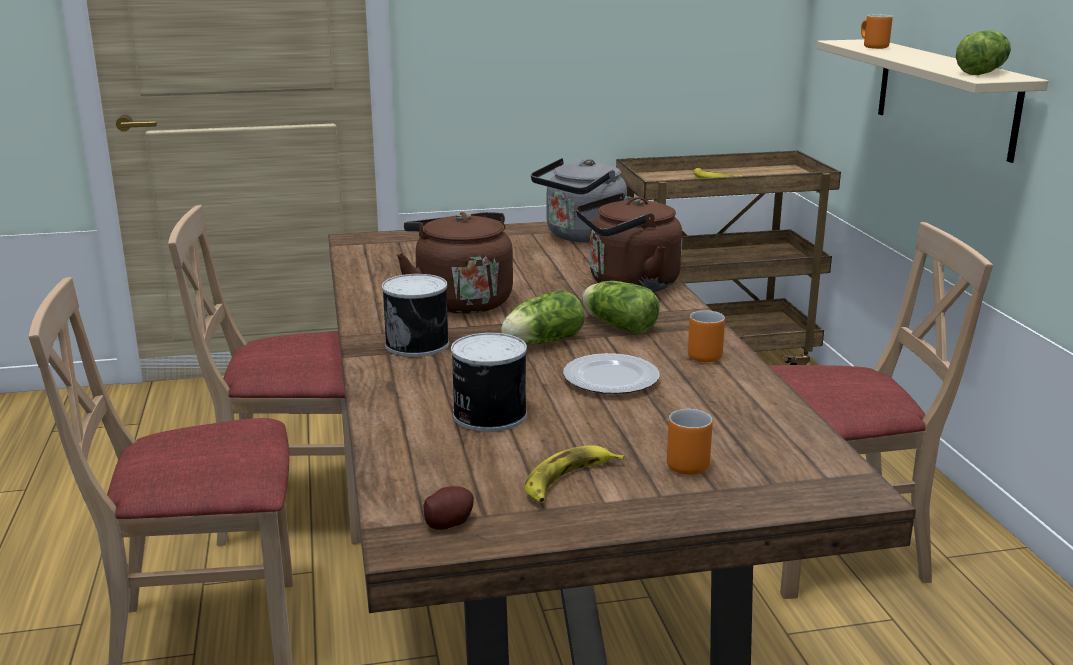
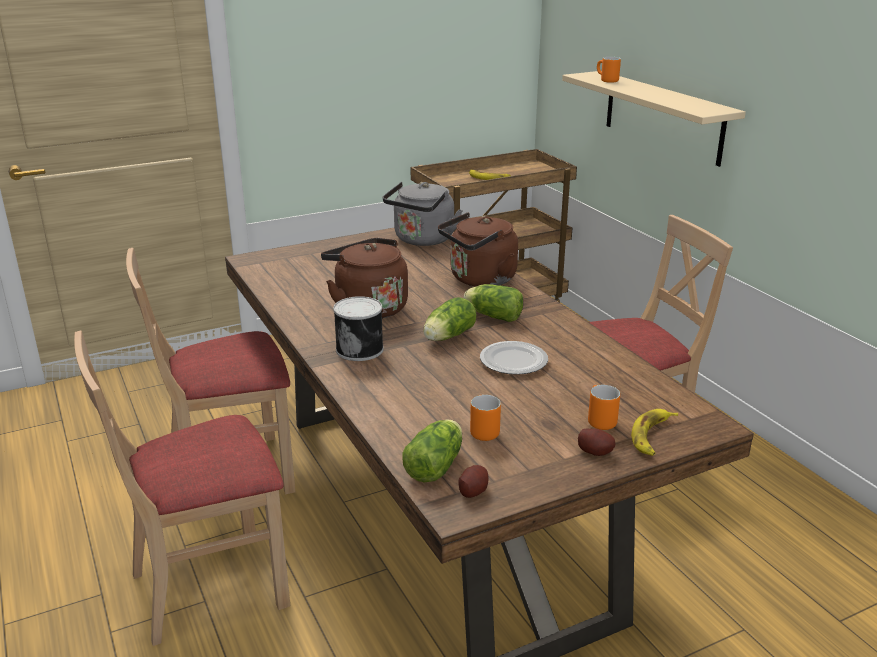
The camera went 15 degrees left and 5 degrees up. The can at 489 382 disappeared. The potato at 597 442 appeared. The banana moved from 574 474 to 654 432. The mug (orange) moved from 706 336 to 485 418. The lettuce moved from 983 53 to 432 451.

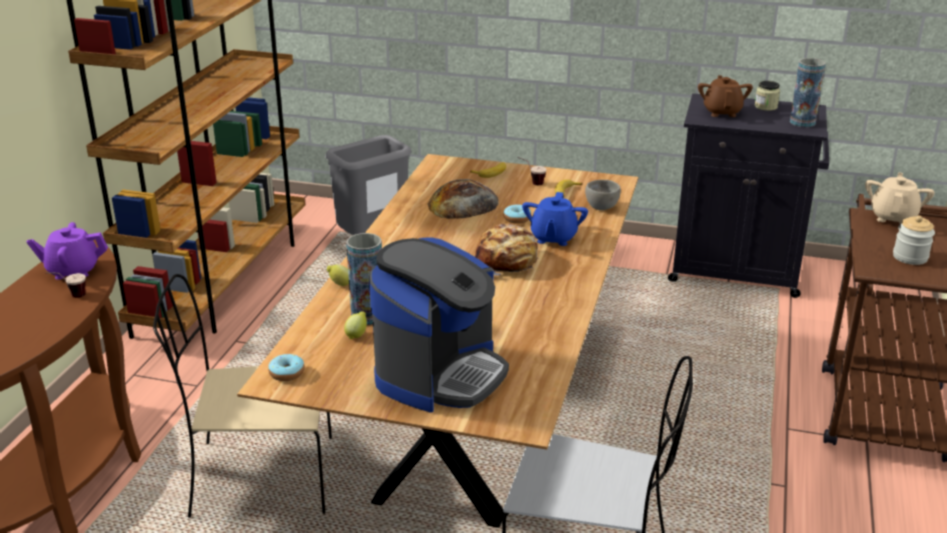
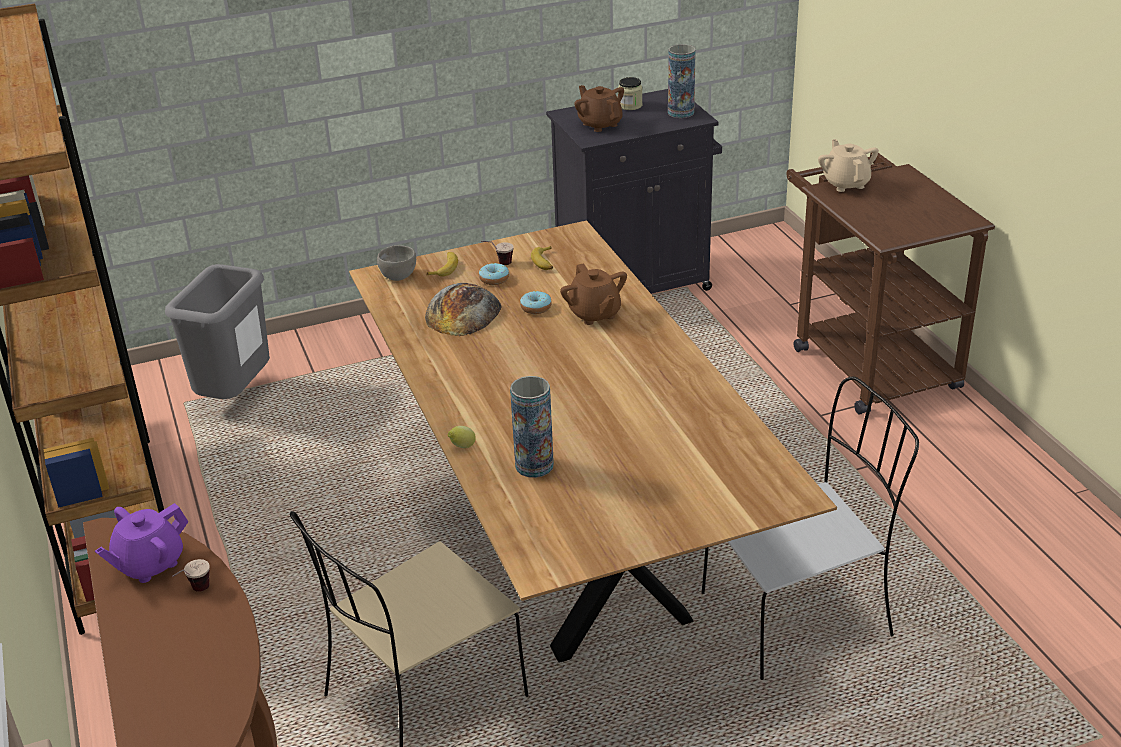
The camera went 35 degrees left and 5 degrees up. The lemon at 355 325 disappeared. The coffee machine at 439 325 disappeared. The bread at 506 250 disappeared. The jar at 914 240 disappeared. The donut moved from 286 367 to 494 274. The bowl (grey) moved from 603 195 to 396 263. The teapot (blue) at 555 219 became the teapot (brown) at 593 294.

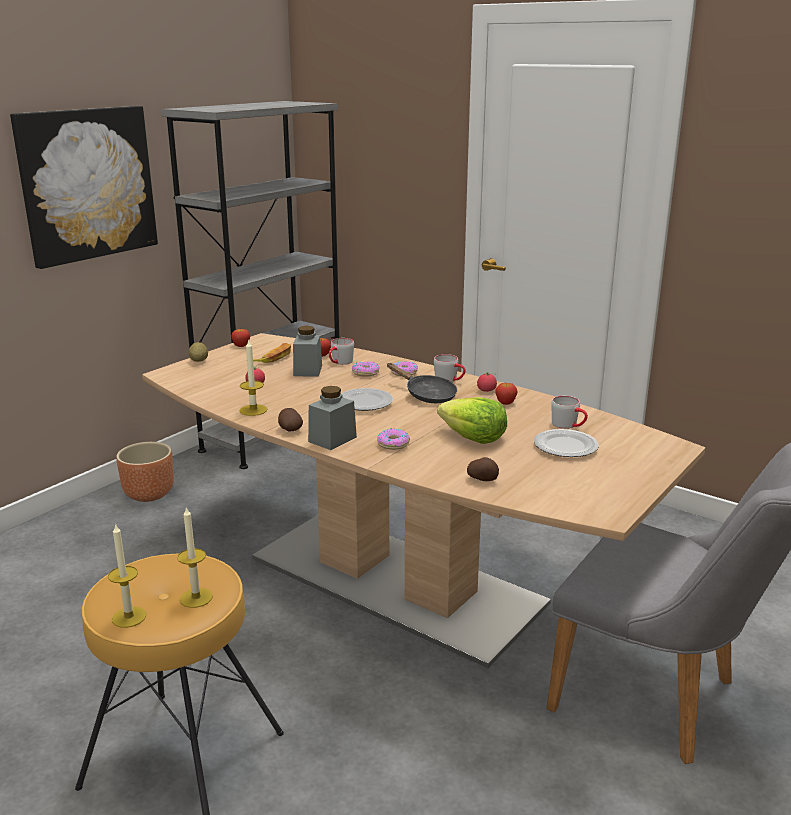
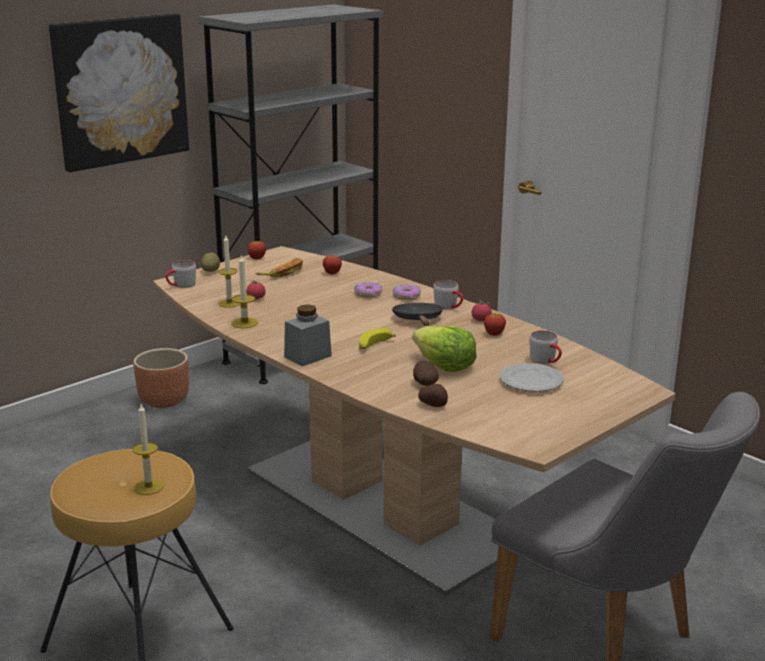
The camera went 10 degrees right and 0 degrees up. The jar (grey) at 307 351 disappeared. The plate at 367 399 disappeared. The donut at 393 439 disappeared. The banana at 377 338 appeared. The candle moved from 127 575 to 229 271. The potato moved from 290 420 to 426 373. The mug (grey) moved from 341 351 to 180 274. The frying pan (black) at 422 383 turned 150 degrees counterclockwise.

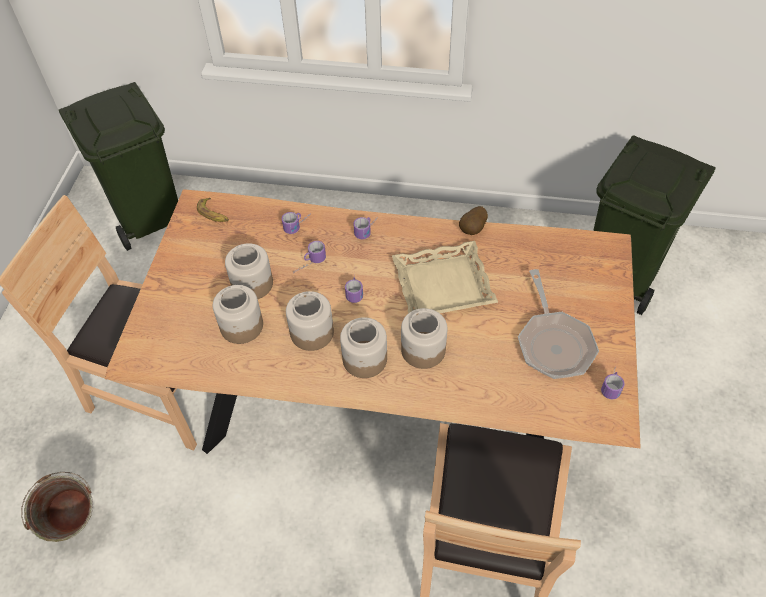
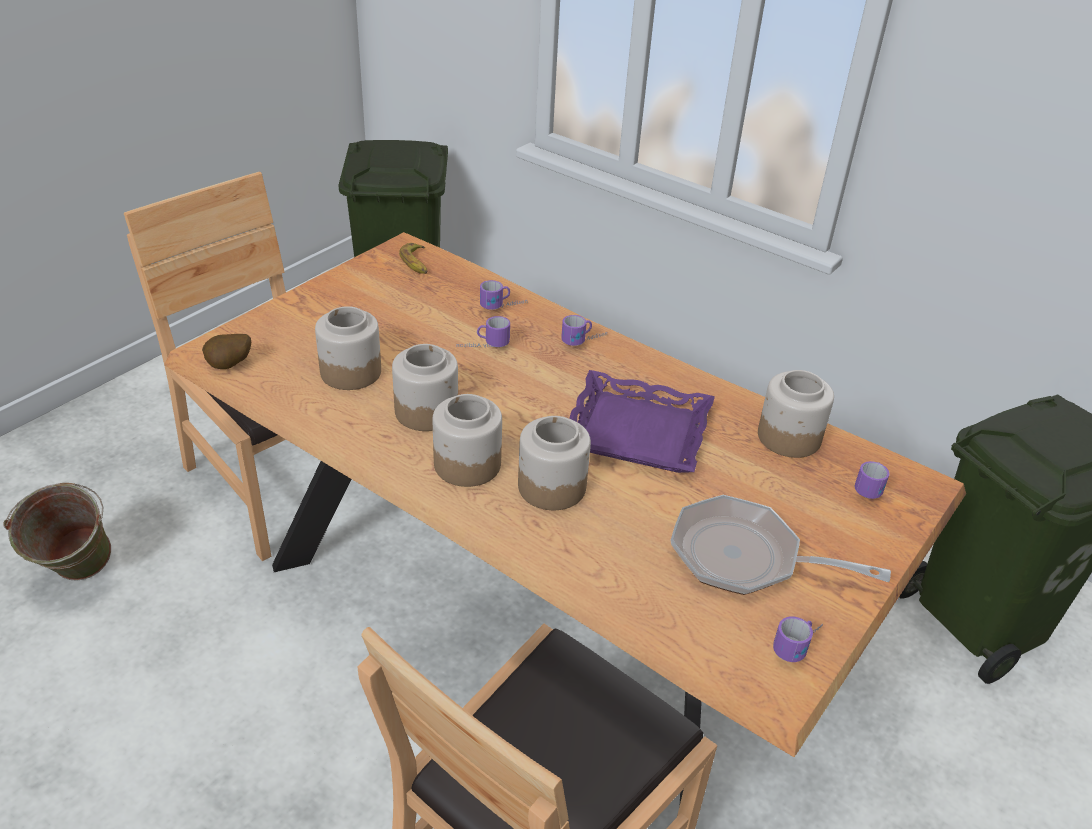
The camera went 25 degrees right and 15 degrees down. The jar moved from 249 271 to 796 414. The mug moved from 354 288 to 872 480. The potato moved from 473 220 to 226 351. The tray (beige) at 445 277 became the tray (purple) at 642 421. The frying pan at 558 324 turned 90 degrees clockwise.

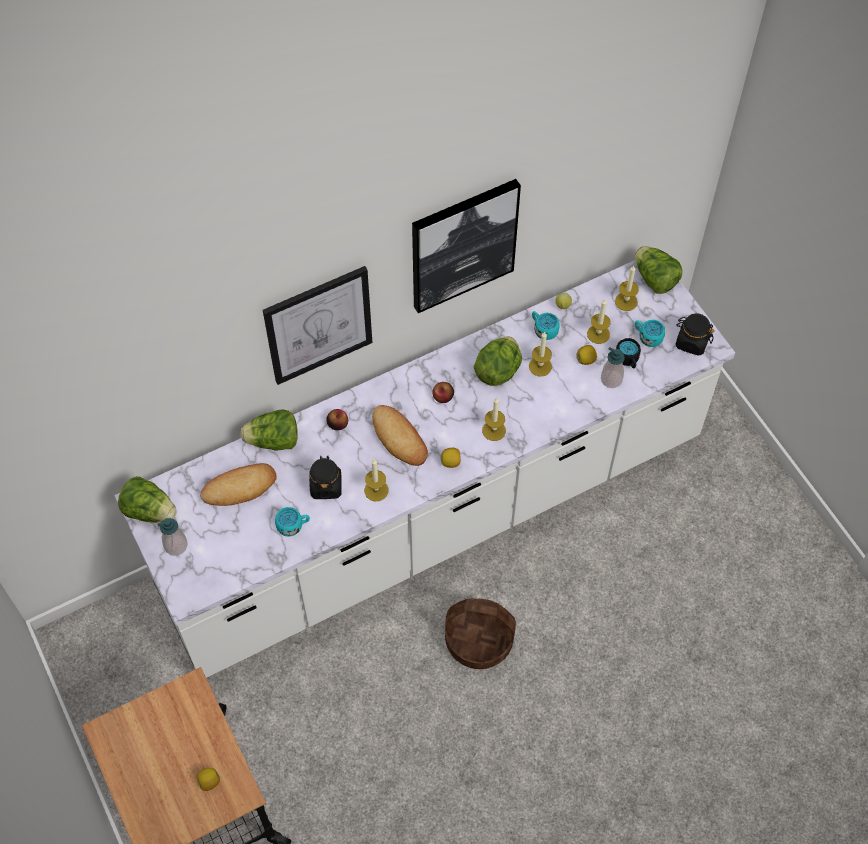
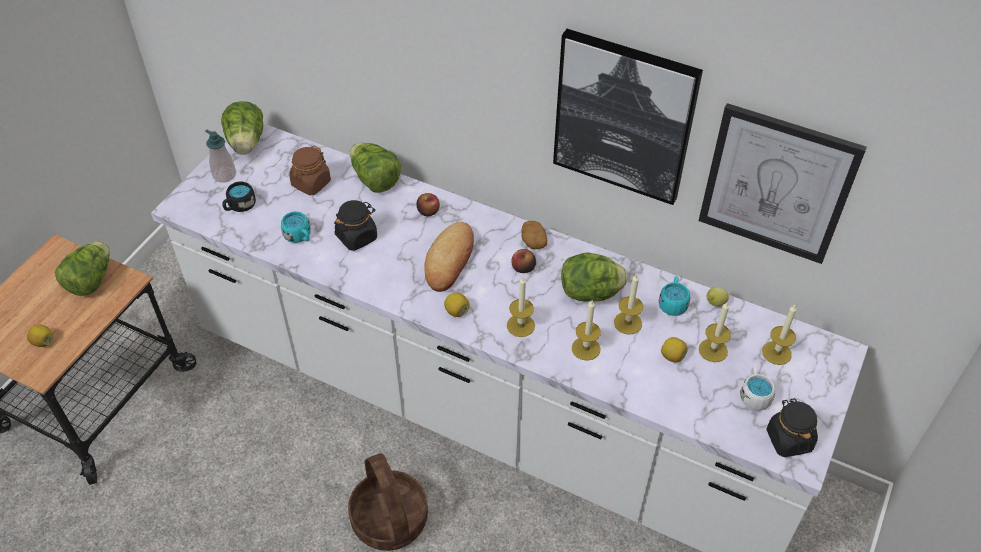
The camera went 55 degrees right and 10 degrees down. The soap dispenser at 613 367 disappeared. The potato at 534 235 appeared. The picture moved from 317 325 to 783 183. The candle moved from 376 480 to 586 331. The mug (black) moved from 628 353 to 239 196. The lettuce moved from 658 270 to 82 268. The bread at 238 484 was replaced by the jar (brown) at 310 170. The mug (turquoise) at 650 333 became the mug (white) at 758 389.

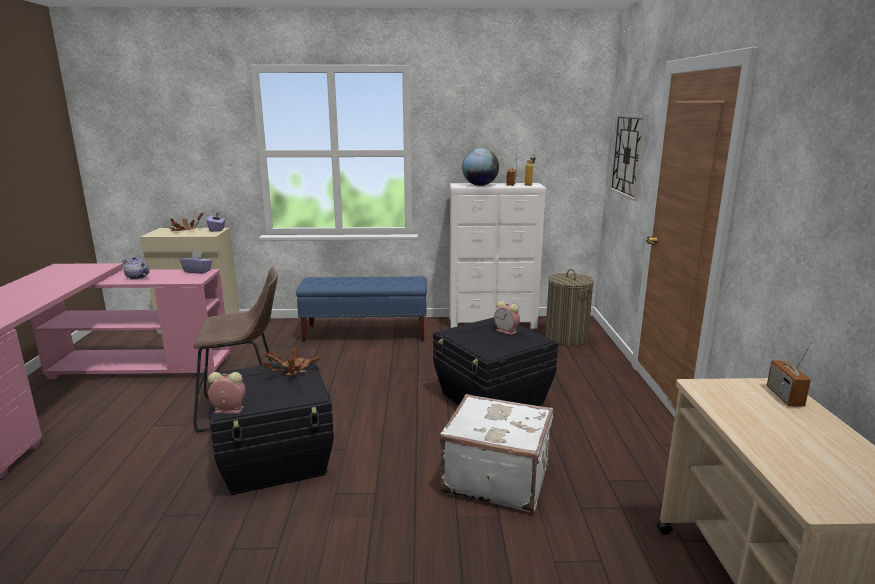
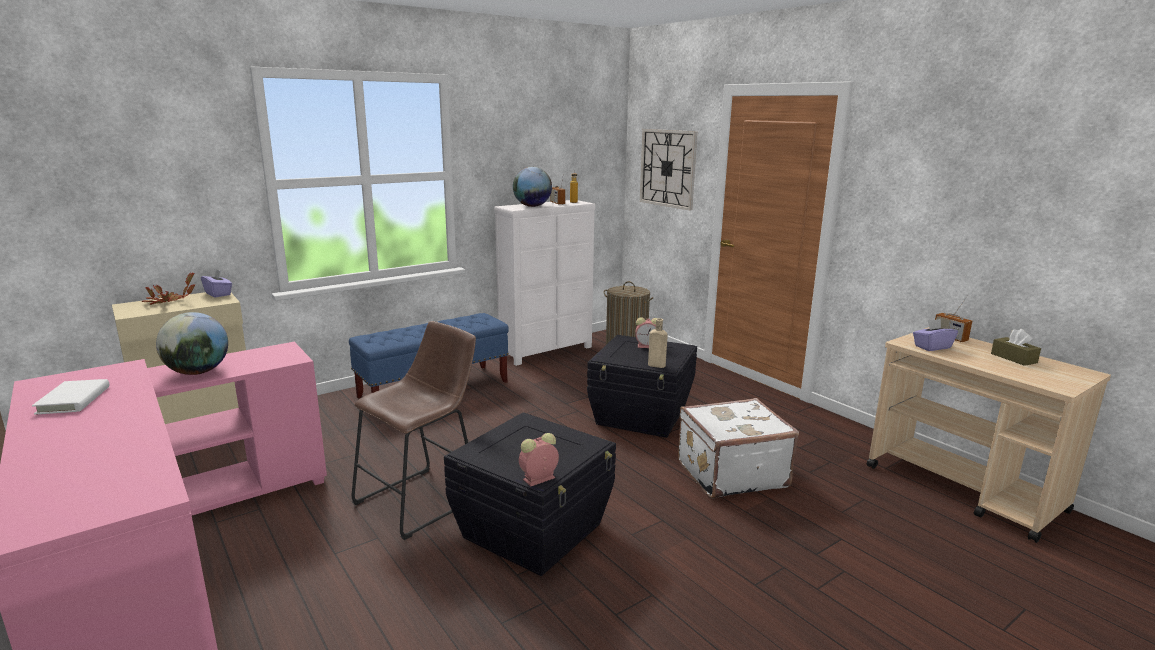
The camera went 35 degrees left and 0 degrees up. The potted plant at 292 361 disappeared. The book (white) at 70 397 appeared. The bottle (beige) at 658 343 appeared. The tissue box (brown) at 1016 347 appeared. The tissue box (purple) moved from 196 262 to 935 335. The teapot at 136 268 was replaced by the globe at 192 343.

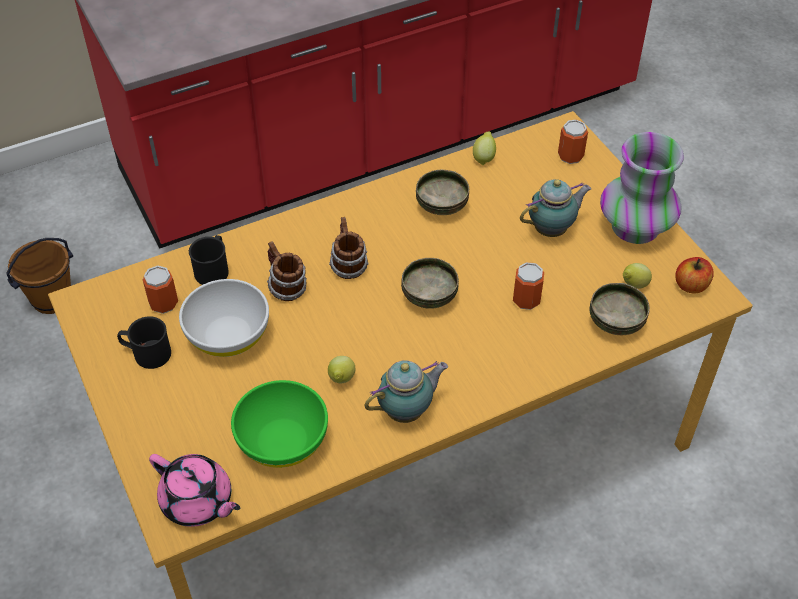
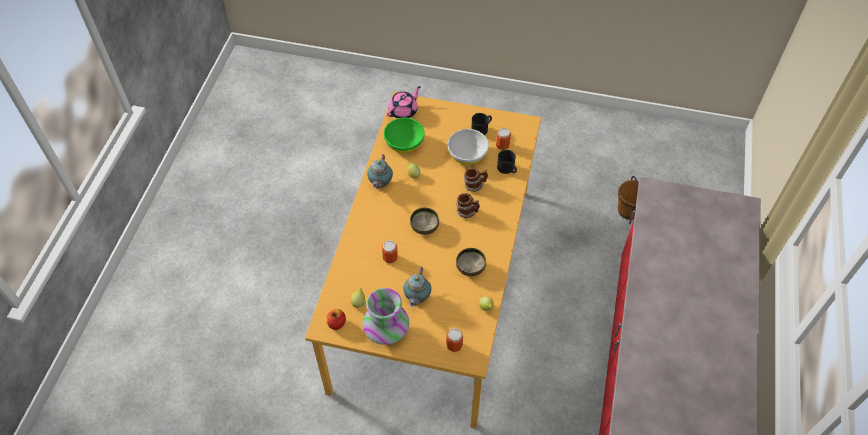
The camera went 130 degrees right and 5 degrees up. The bowl at 619 309 disappeared. The teapot (pink) at 194 490 turned 150 degrees clockwise.

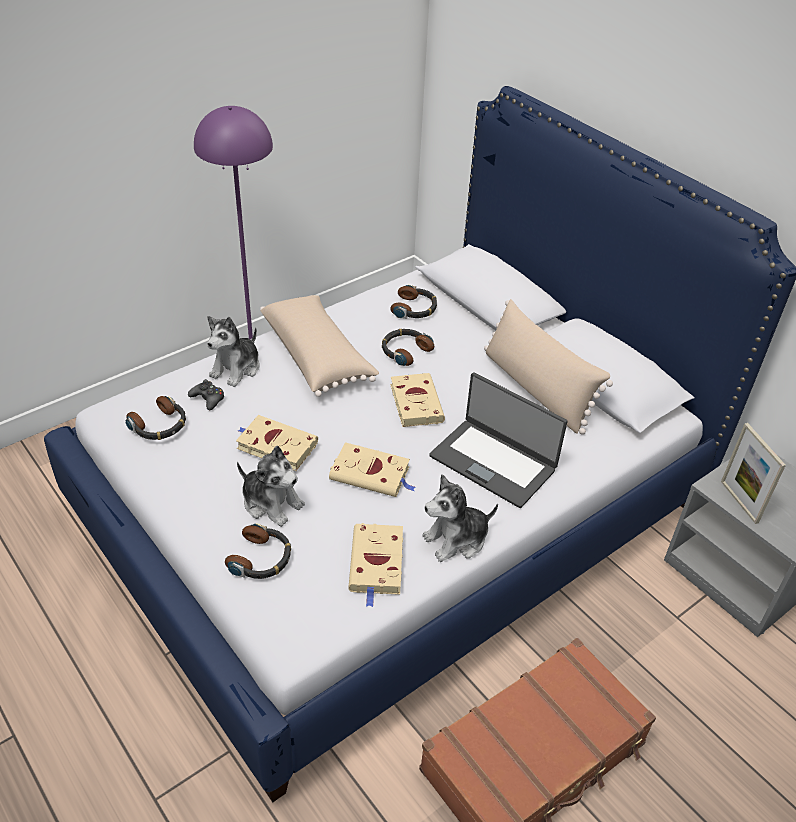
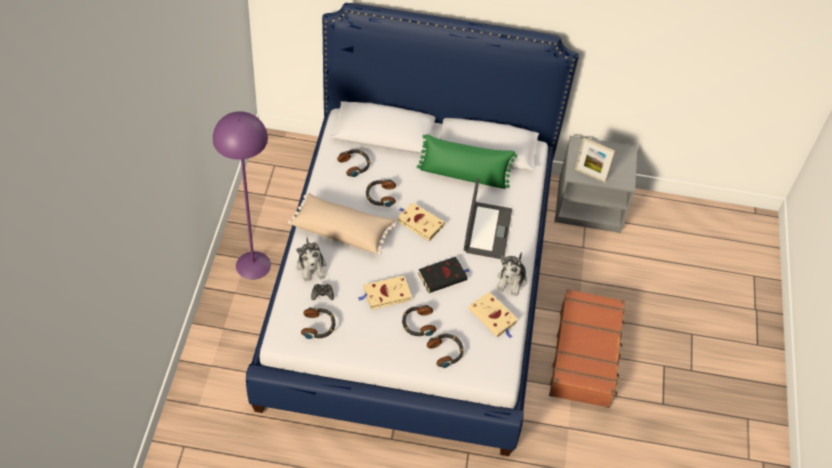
The camera went 45 degrees left and 10 degrees up. The plush toy at 271 486 was replaced by the headphones at 419 320. The book (beige) at 372 469 became the book (black) at 443 275. The pillow (beige) at 548 367 became the pillow (green) at 467 161. The laptop at 498 440 turned 75 degrees counterclockwise.

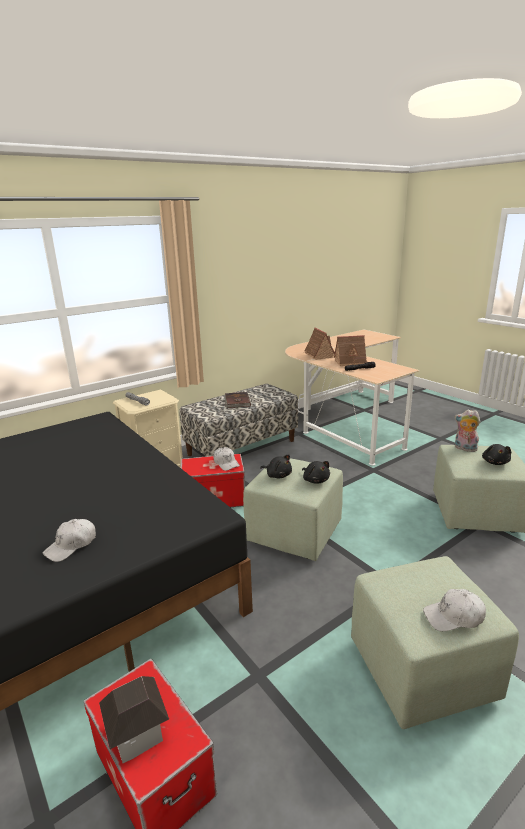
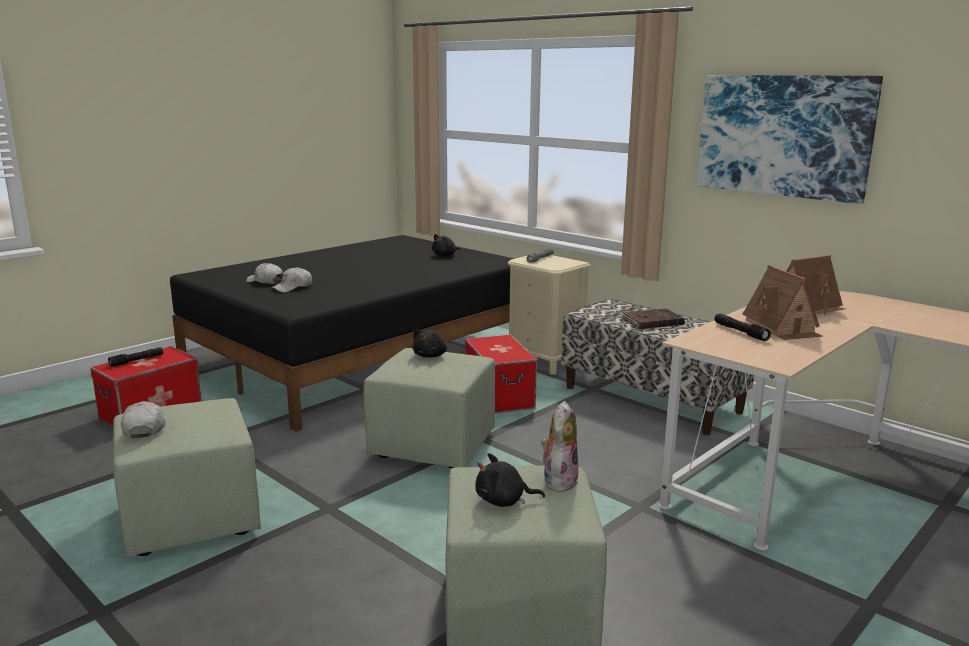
The camera went 80 degrees right and 5 degrees down. The picture at 789 139 appeared. The cap (white) moved from 226 459 to 291 279. The plush toy (black) moved from 316 472 to 446 245. The toy house at 134 719 was replaced by the flashlight (black) at 135 357.

